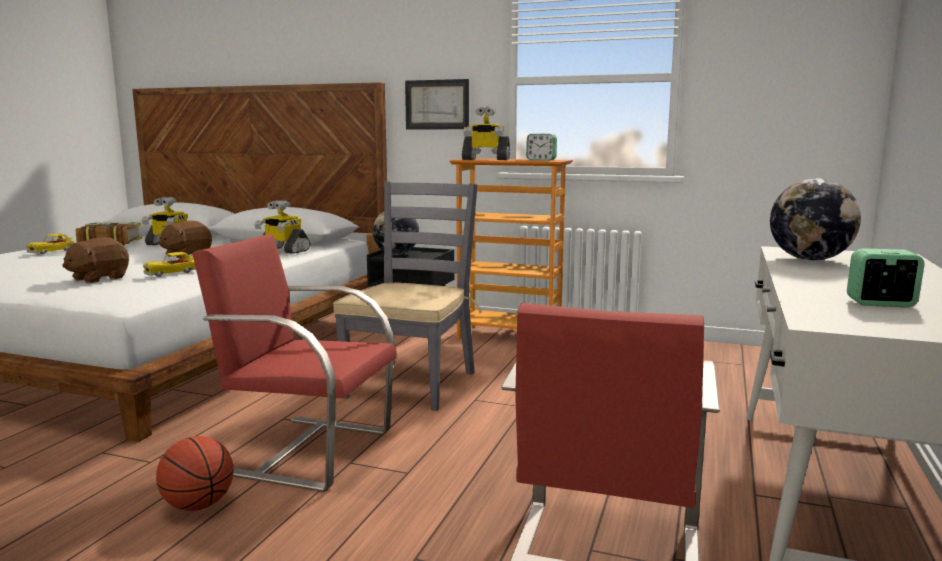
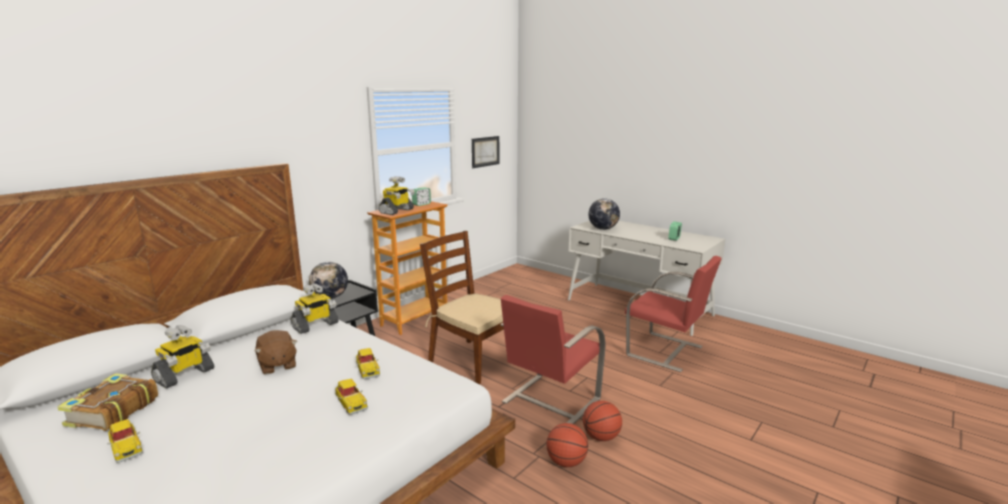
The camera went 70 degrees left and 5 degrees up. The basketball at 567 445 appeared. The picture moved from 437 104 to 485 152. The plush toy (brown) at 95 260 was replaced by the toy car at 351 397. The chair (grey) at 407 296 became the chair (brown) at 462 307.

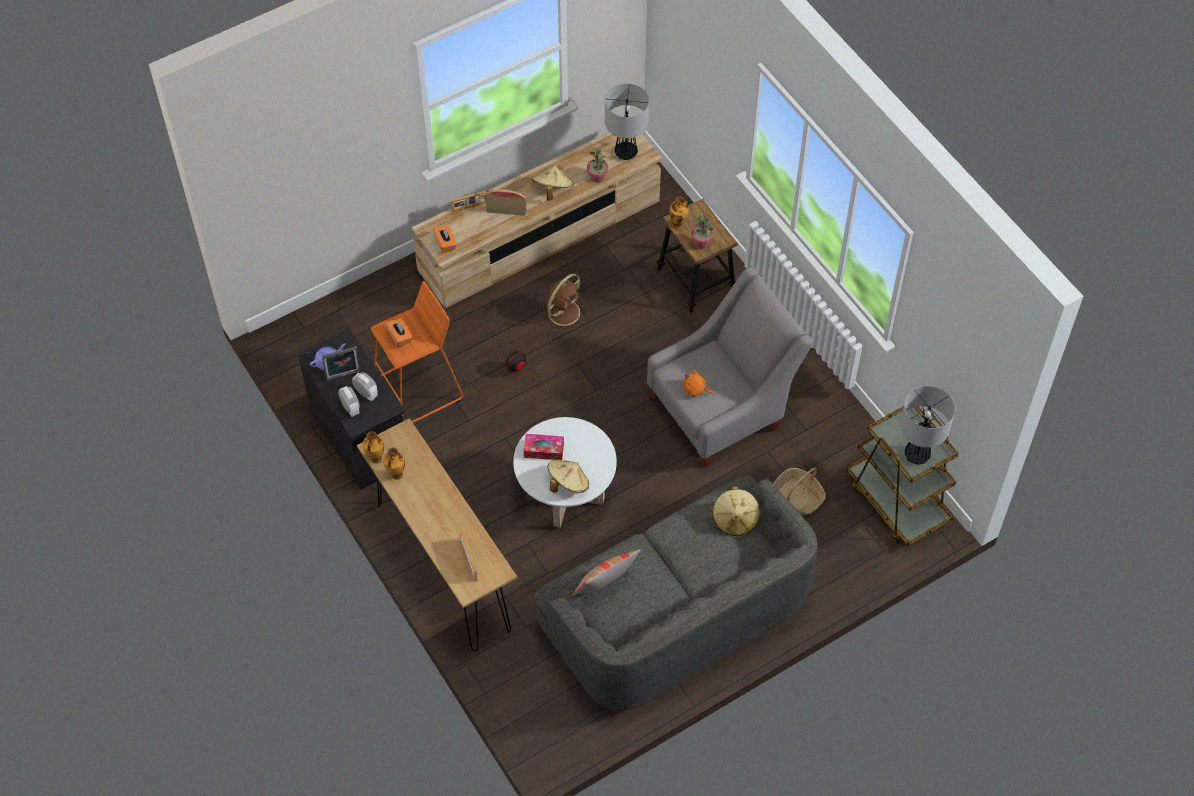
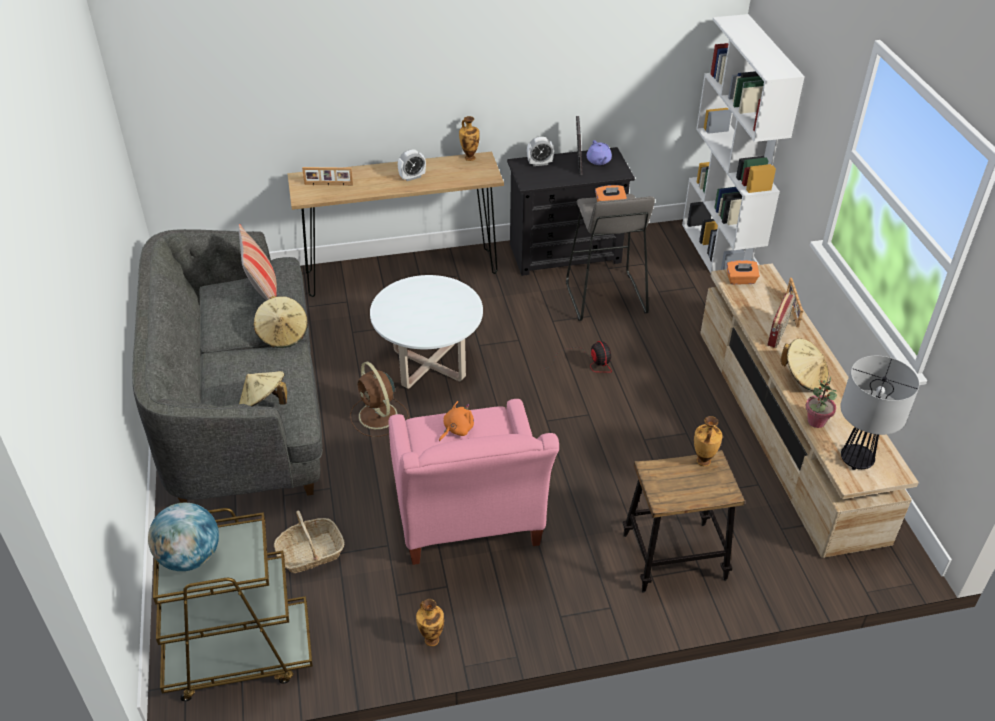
The camera went 110 degrees right and 15 degrees down. The tissue box at 544 447 disappeared. The potted plant at 702 232 disappeared. The bookcase (white) at 743 143 appeared. The alarm clock moved from 365 386 to 412 165. The vase moved from 394 464 to 430 622. The fan (brown) moved from 565 303 to 379 399. The hat (beige) moved from 568 476 to 281 322. The table lamp at 927 425 was replaced by the globe at 183 537. The stool (orange) at 416 352 became the stool (grey) at 610 257. The armchair (grey) at 730 367 became the armchair (pink) at 473 482.

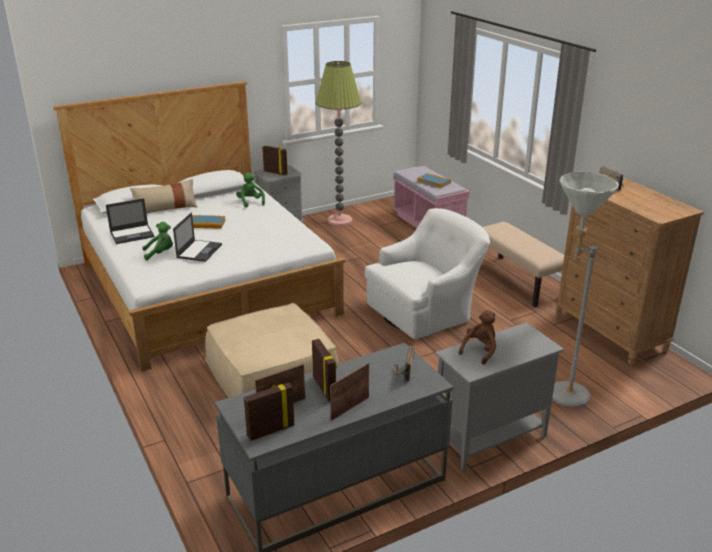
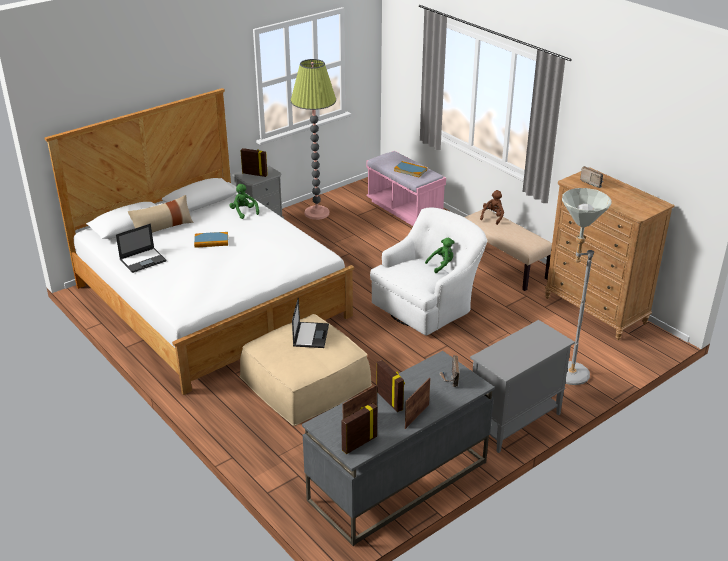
The camera went 10 degrees left and 5 degrees up. The plush toy (green) moved from 157 241 to 440 255. The laptop moved from 197 237 to 310 323. The plush toy (brown) moved from 477 337 to 492 207.

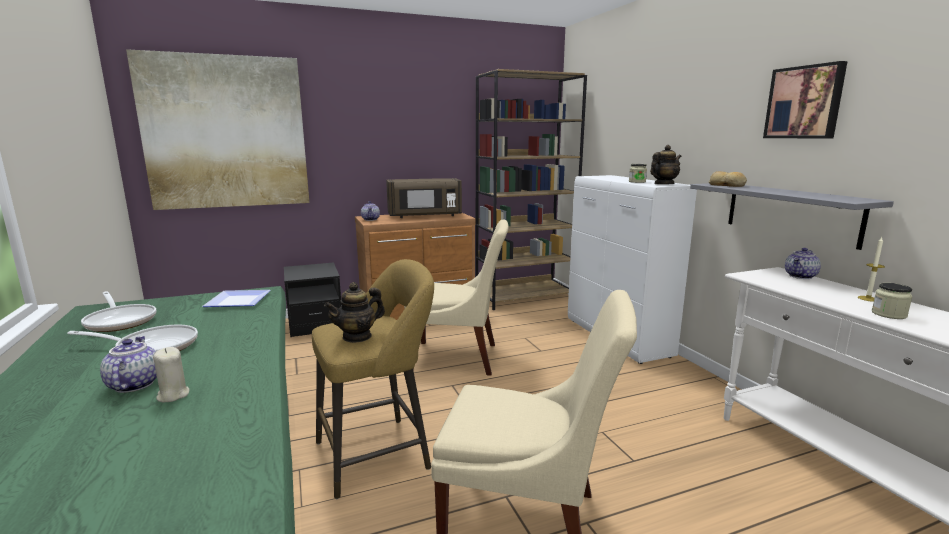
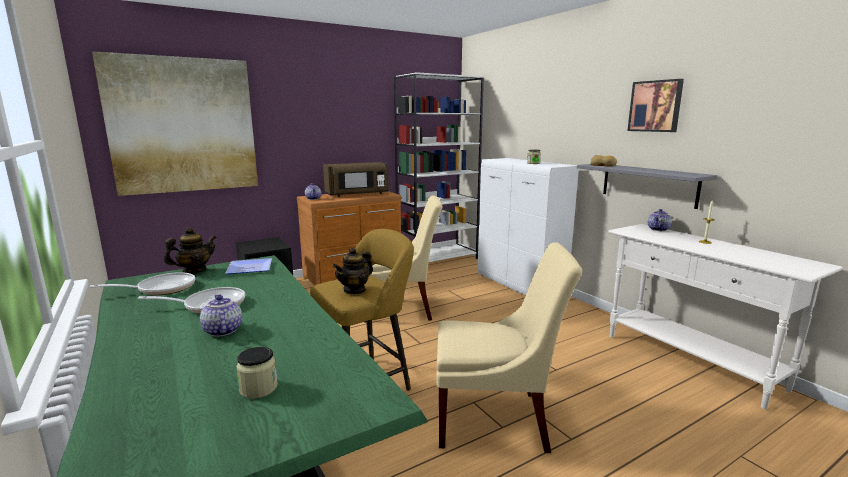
The camera went 10 degrees left and 0 degrees up. The candle (beige) at 171 375 disappeared. The teapot moved from 665 164 to 190 250. The jar moved from 892 301 to 257 373. The bookcase (brown) at 531 189 became the bookcase (white) at 439 167. The frying pan at 118 311 turned 60 degrees counterclockwise.

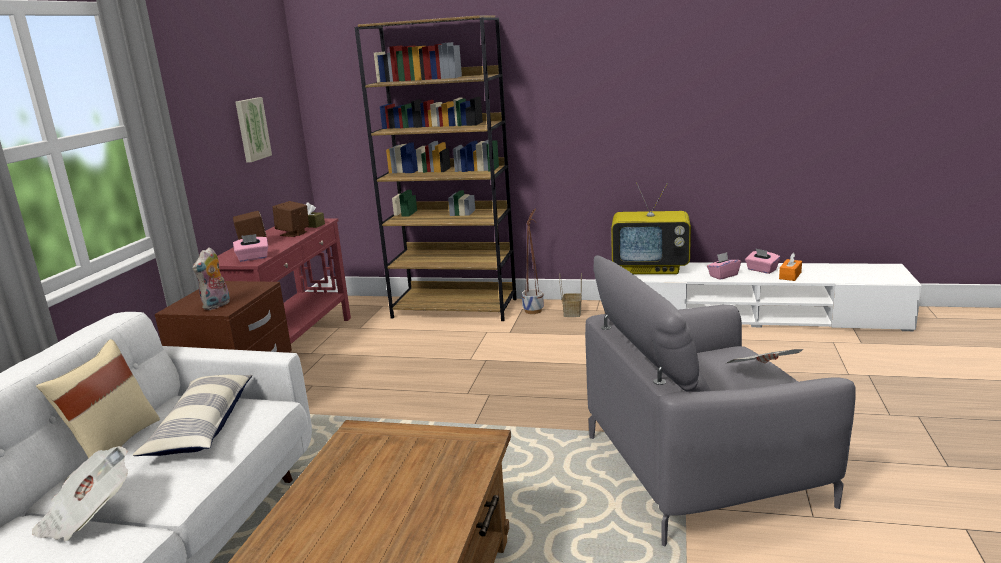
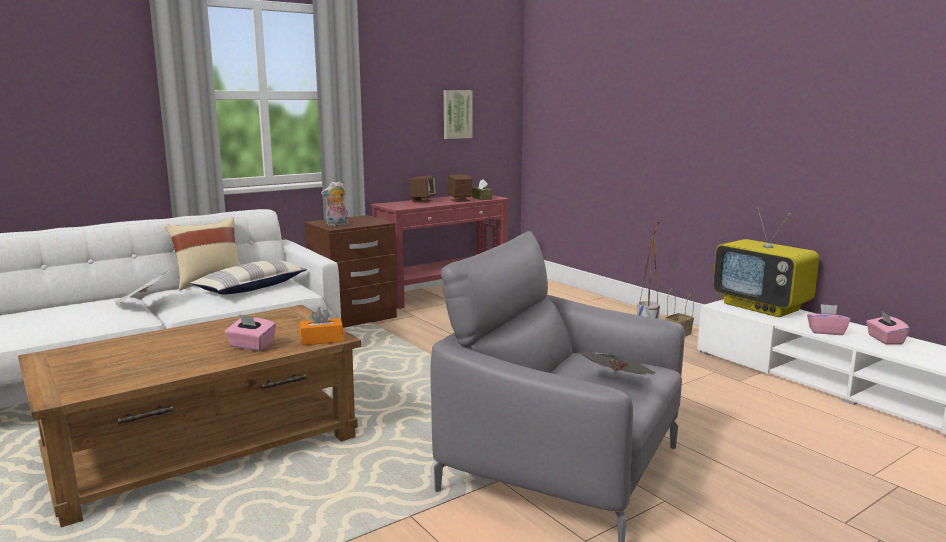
The camera went 40 degrees right and 5 degrees down. The bookcase (brown) at 436 168 disappeared. The tissue box (pink) moved from 250 248 to 250 332. The tissue box (orange) moved from 790 266 to 321 326.

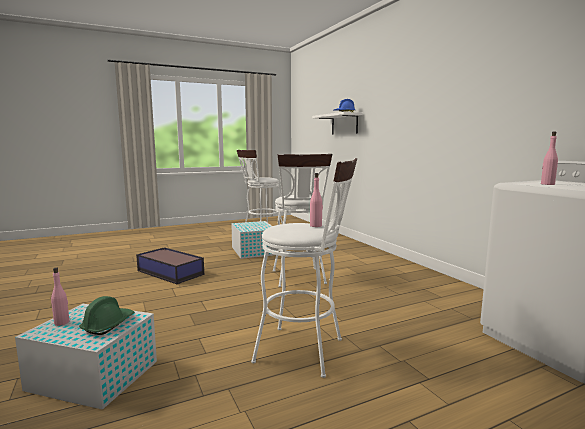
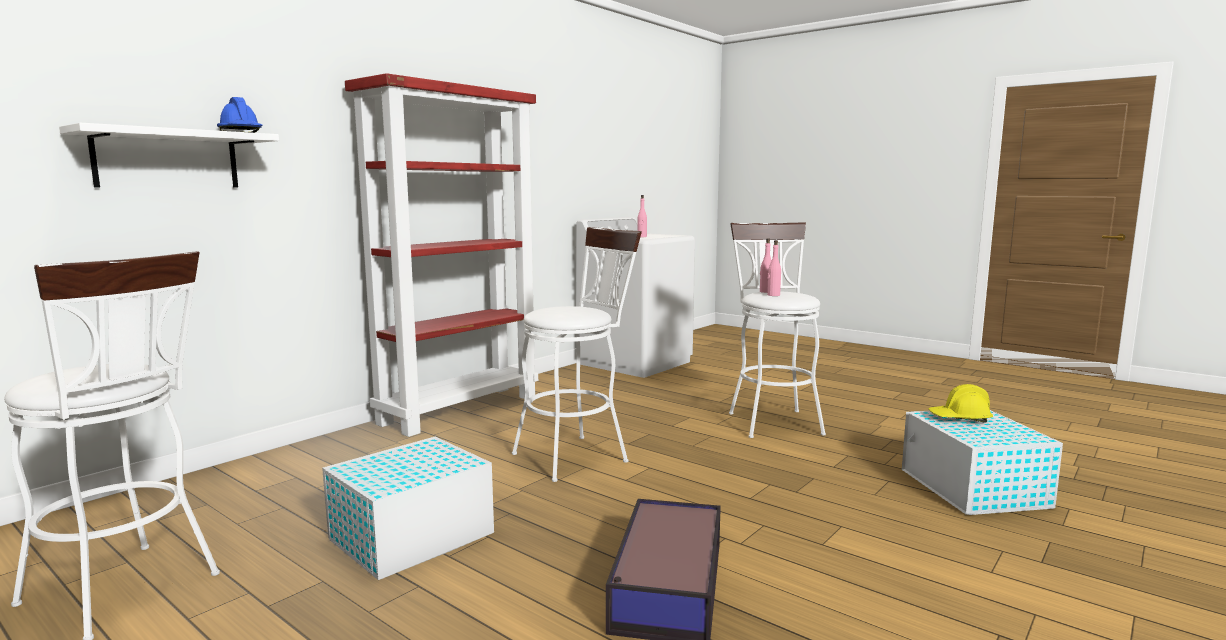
The camera went 115 degrees left and 0 degrees up. The bookcase (red) at 441 255 appeared. The bottle (pink) moved from 60 296 to 774 268. The hard hat (green) at 107 315 became the hard hat (yellow) at 961 403.

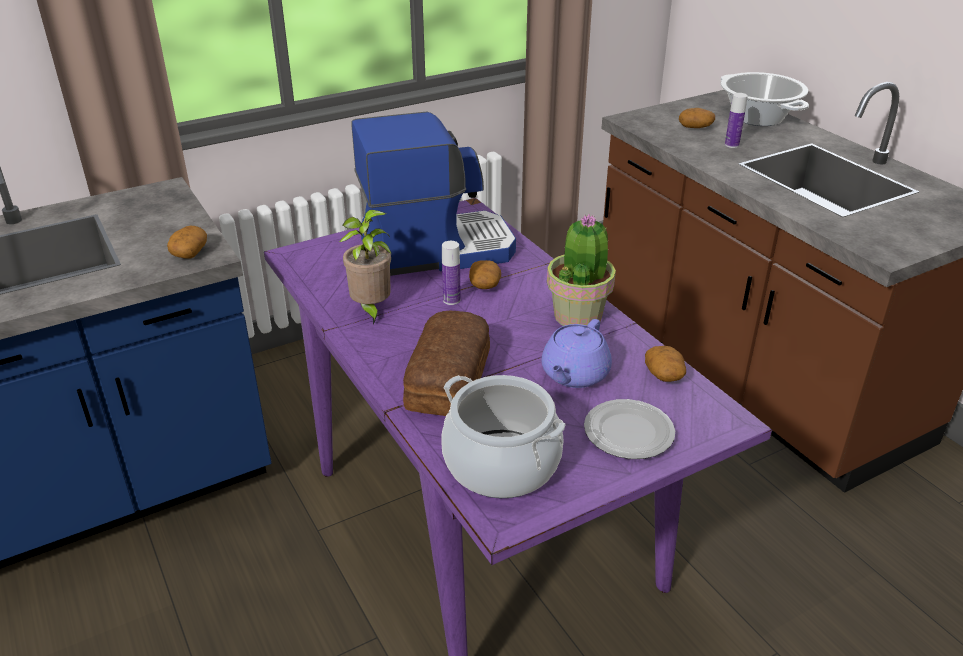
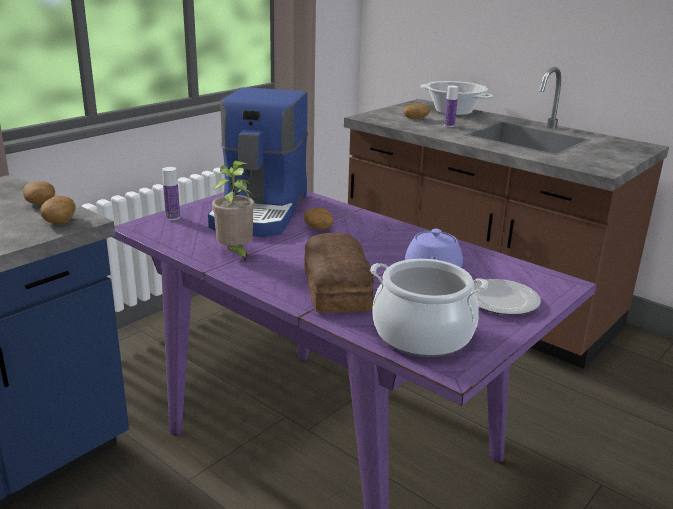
The camera went 20 degrees left and 10 degrees down. The potted plant at 581 270 disappeared. The bottle moved from 451 273 to 171 193. The potato moved from 665 364 to 39 193. The coffee machine at 434 193 turned 135 degrees clockwise.

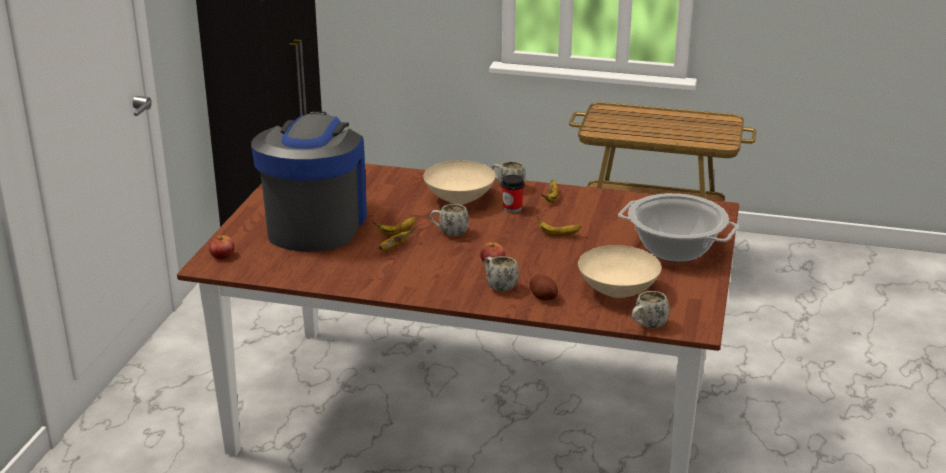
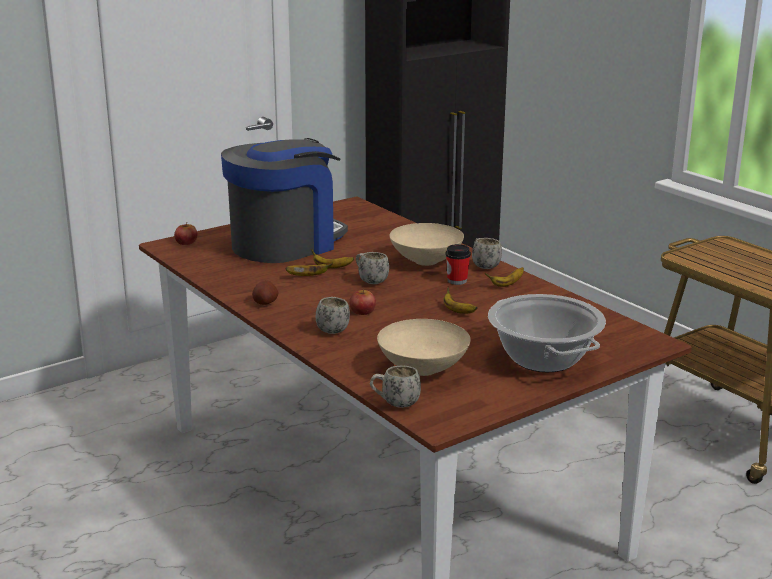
The camera went 40 degrees right and 5 degrees down. The potato moved from 543 288 to 265 292.

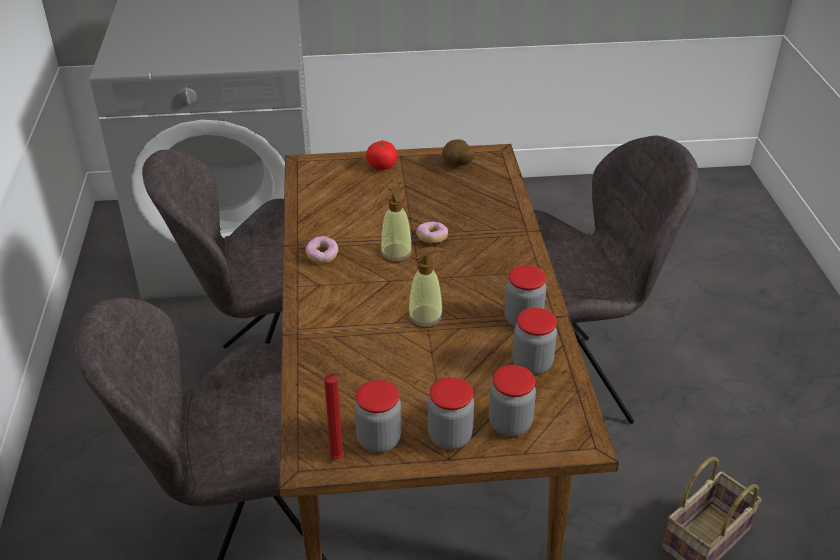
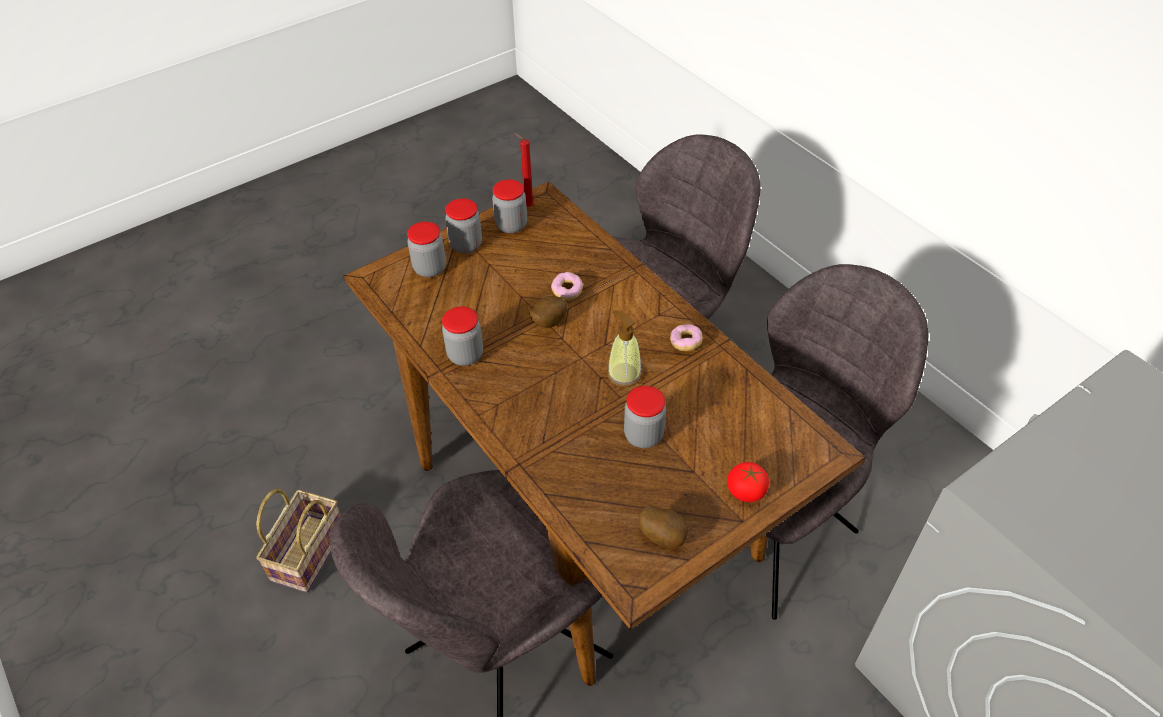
The camera went 150 degrees right and 10 degrees up. The donut moved from 432 232 to 567 286. The jar moved from 534 341 to 645 417. The soap dispenser at 426 287 was replaced by the potato at 548 312.

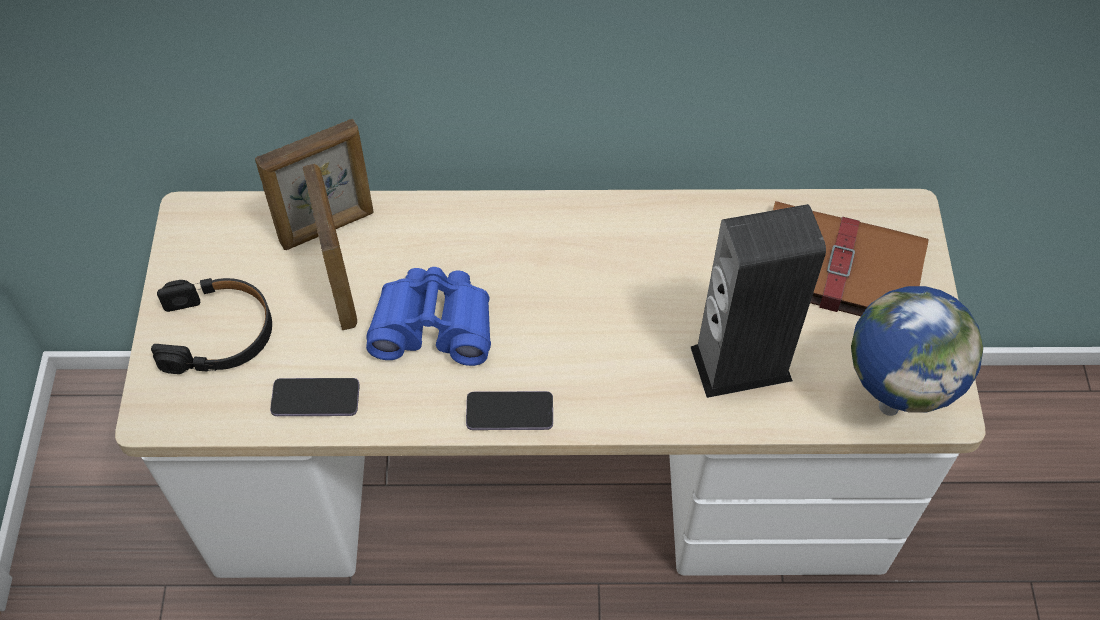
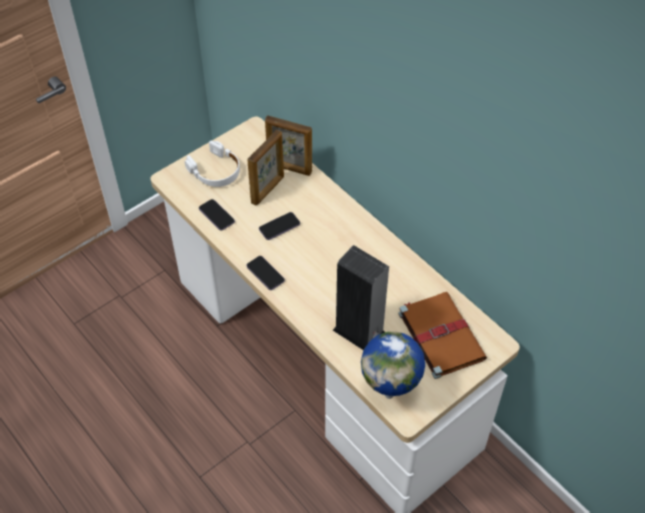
The camera went 50 degrees right and 5 degrees down. The binoculars (blue) at 428 316 was replaced by the phone at 279 226. The headphones (black) at 211 326 became the headphones (white) at 212 164.

